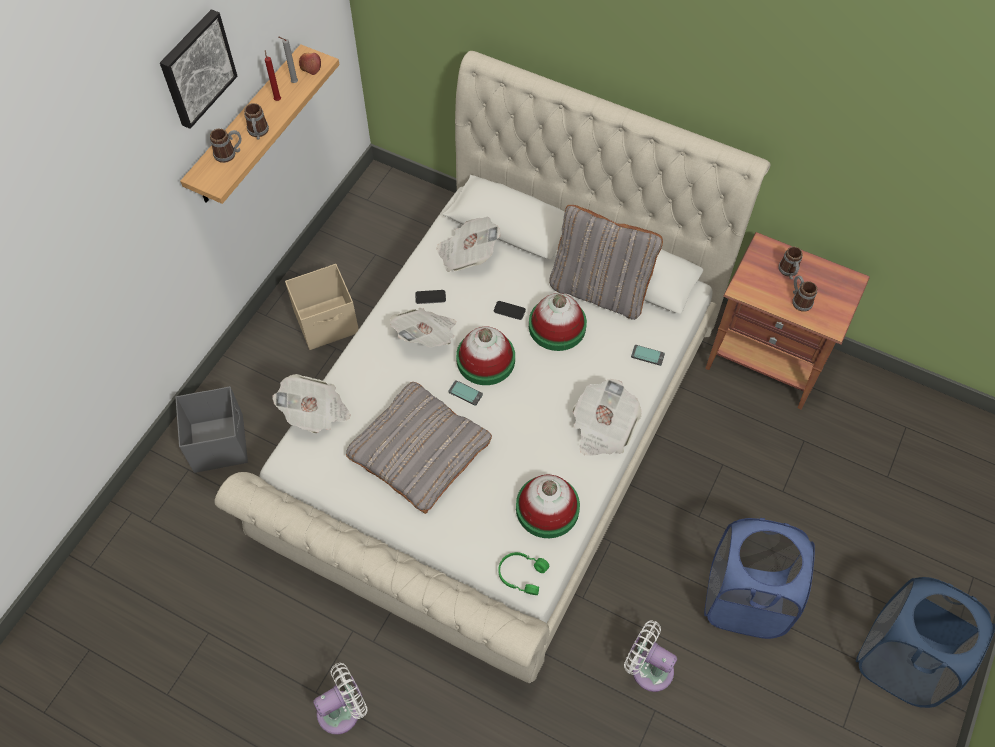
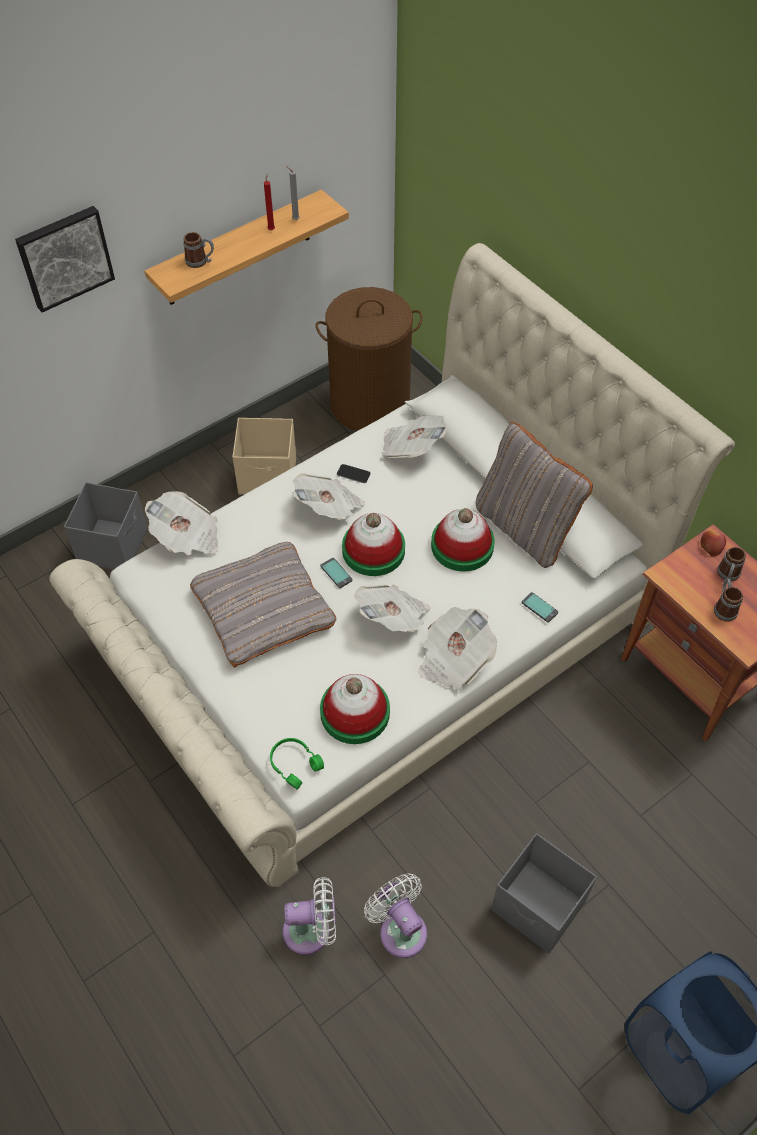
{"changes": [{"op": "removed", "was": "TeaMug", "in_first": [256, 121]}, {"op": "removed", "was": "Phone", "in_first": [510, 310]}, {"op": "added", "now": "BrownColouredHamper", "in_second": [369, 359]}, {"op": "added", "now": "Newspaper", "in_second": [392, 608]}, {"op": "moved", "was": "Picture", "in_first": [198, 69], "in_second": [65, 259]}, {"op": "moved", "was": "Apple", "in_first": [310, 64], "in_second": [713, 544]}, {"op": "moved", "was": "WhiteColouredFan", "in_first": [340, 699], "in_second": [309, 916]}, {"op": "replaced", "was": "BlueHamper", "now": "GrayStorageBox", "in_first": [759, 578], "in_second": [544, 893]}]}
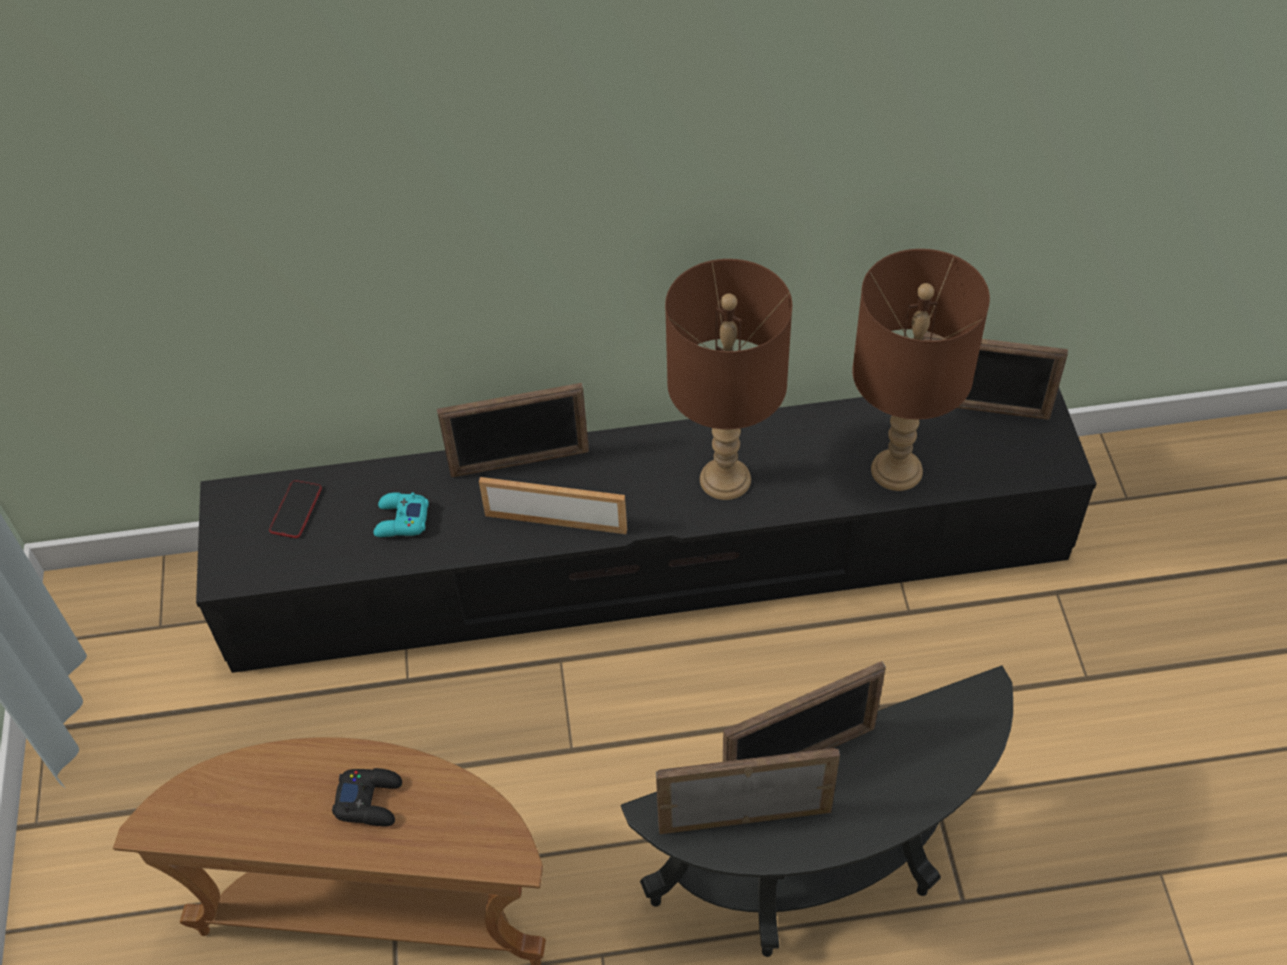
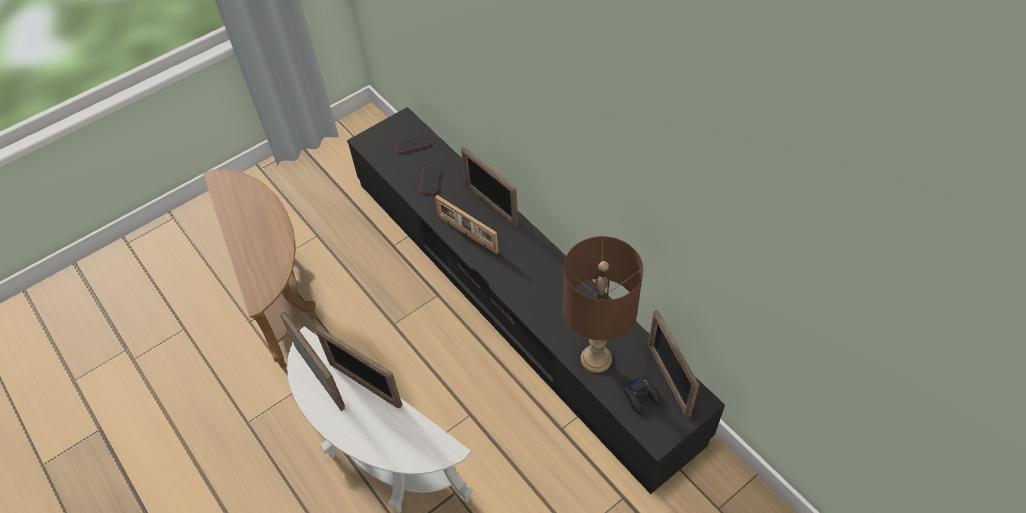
{"changes": [{"op": "removed", "was": "BrownColouredLampForATable", "in_first": [728, 379]}, {"op": "moved", "was": "BlackishGamepad", "in_first": [367, 797], "in_second": [642, 395]}, {"op": "replaced", "was": "BlueGreenGamepad", "now": "Phone", "in_first": [401, 514], "in_second": [430, 180]}, {"op": "recoloured", "was": "BlackishEndTable", "now": "WhiteColouredEndTable", "in_first": [817, 811], "in_second": [380, 419]}, {"op": "turned", "was": "PhotoFrame", "in_first": [553, 505], "in_second": [467, 224], "clockwise": 150}]}
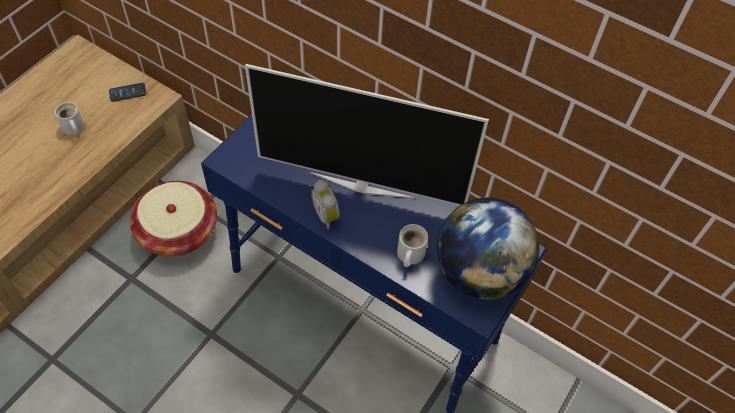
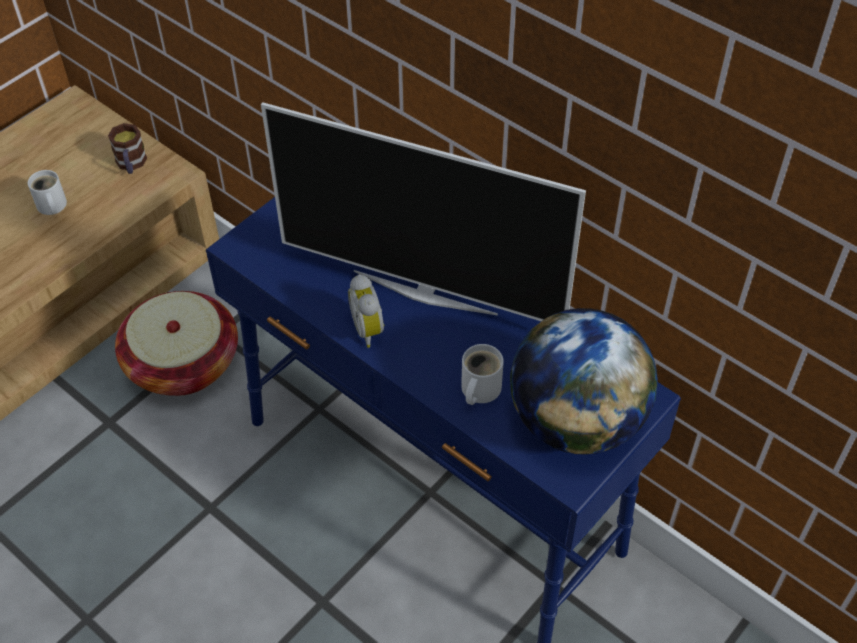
{"changes": [{"op": "replaced", "was": "Phone", "now": "TeaMug", "in_first": [127, 92], "in_second": [127, 148]}]}
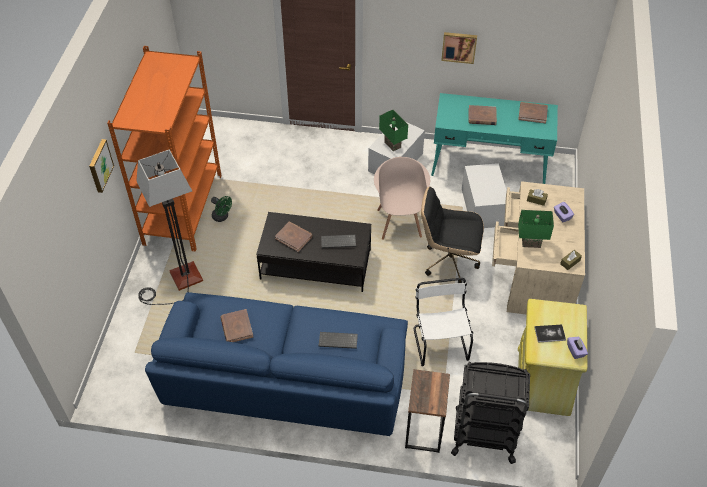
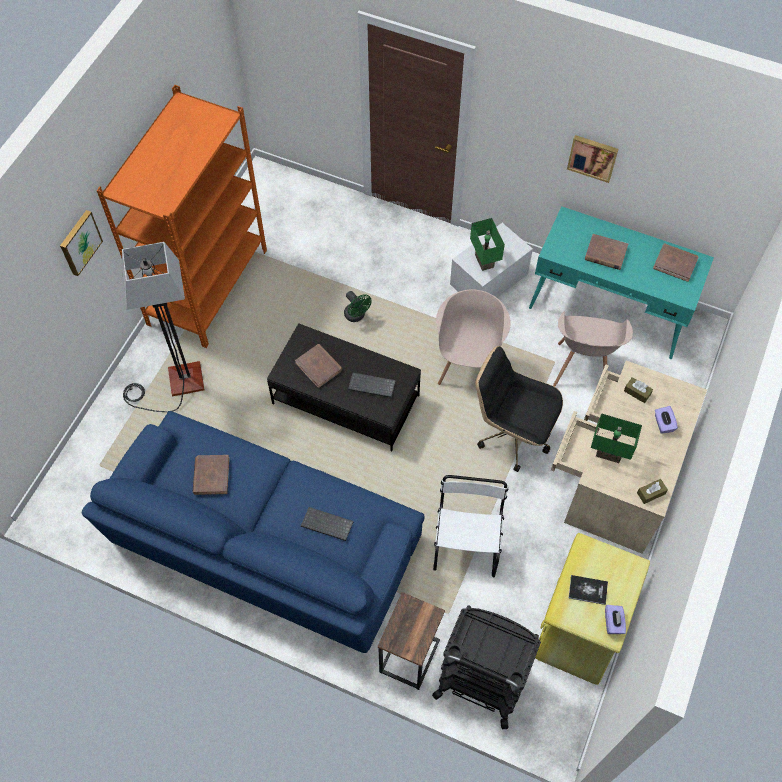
{"changes": [{"op": "moved", "was": "GreenishFan", "in_first": [221, 209], "in_second": [358, 306]}, {"op": "replaced", "was": "WhiteColouredStorageBox", "now": "BeigeChair", "in_first": [484, 195], "in_second": [593, 349]}]}
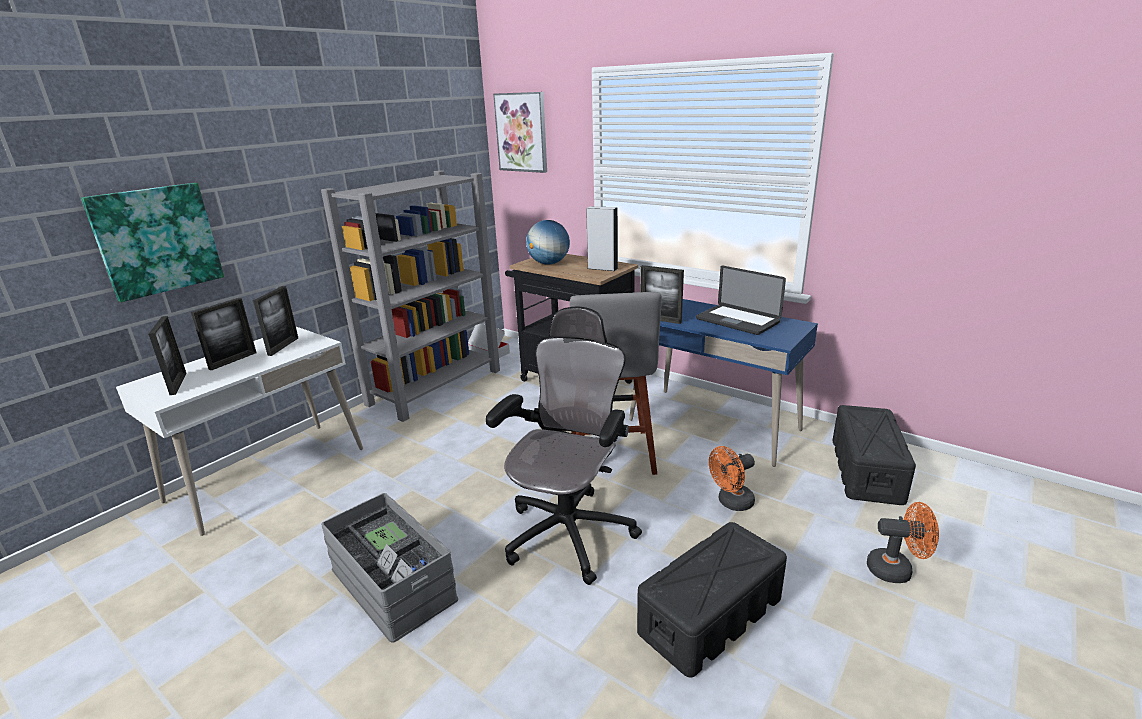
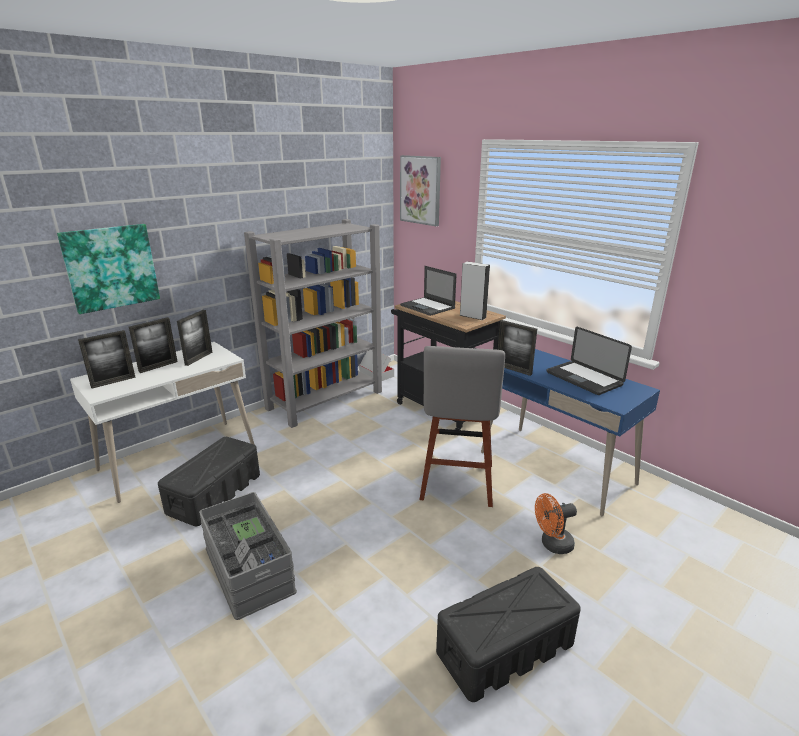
{"changes": [{"op": "removed", "was": "DeskChair", "in_first": [564, 446]}, {"op": "removed", "was": "OrangeFan", "in_first": [903, 542]}, {"op": "moved", "was": "BlackishStorageBox", "in_first": [874, 455], "in_second": [209, 481]}, {"op": "replaced", "was": "DeskGlobe", "now": "NotebookComputer", "in_first": [548, 242], "in_second": [428, 291]}, {"op": "turned", "was": "PhotoFrame", "in_first": [167, 355], "in_second": [107, 359], "clockwise": 60}]}
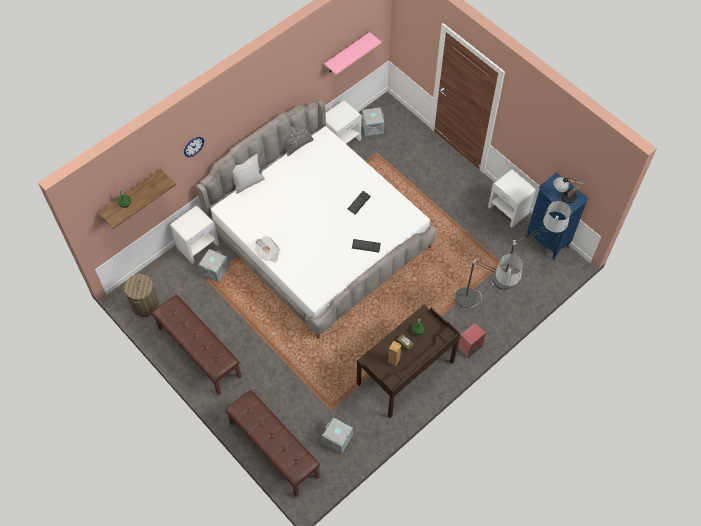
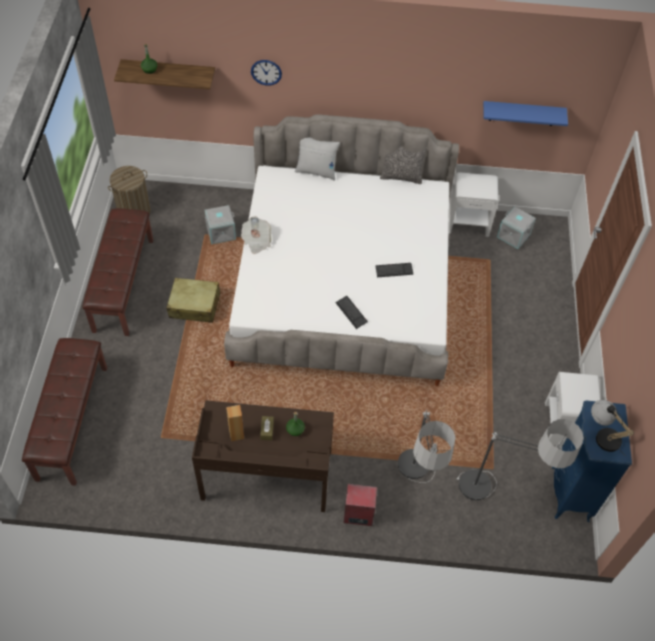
{"changes": [{"op": "removed", "was": "WhiteColouredNightstand", "in_first": [194, 235]}, {"op": "removed", "was": "GrayStorageBox", "in_first": [337, 435]}, {"op": "added", "now": "BeigeTravelCase", "in_second": [193, 300]}, {"op": "recoloured", "was": "PinkColouredWallShelf", "now": "BlueWallShelf", "in_first": [352, 53], "in_second": [525, 113]}]}
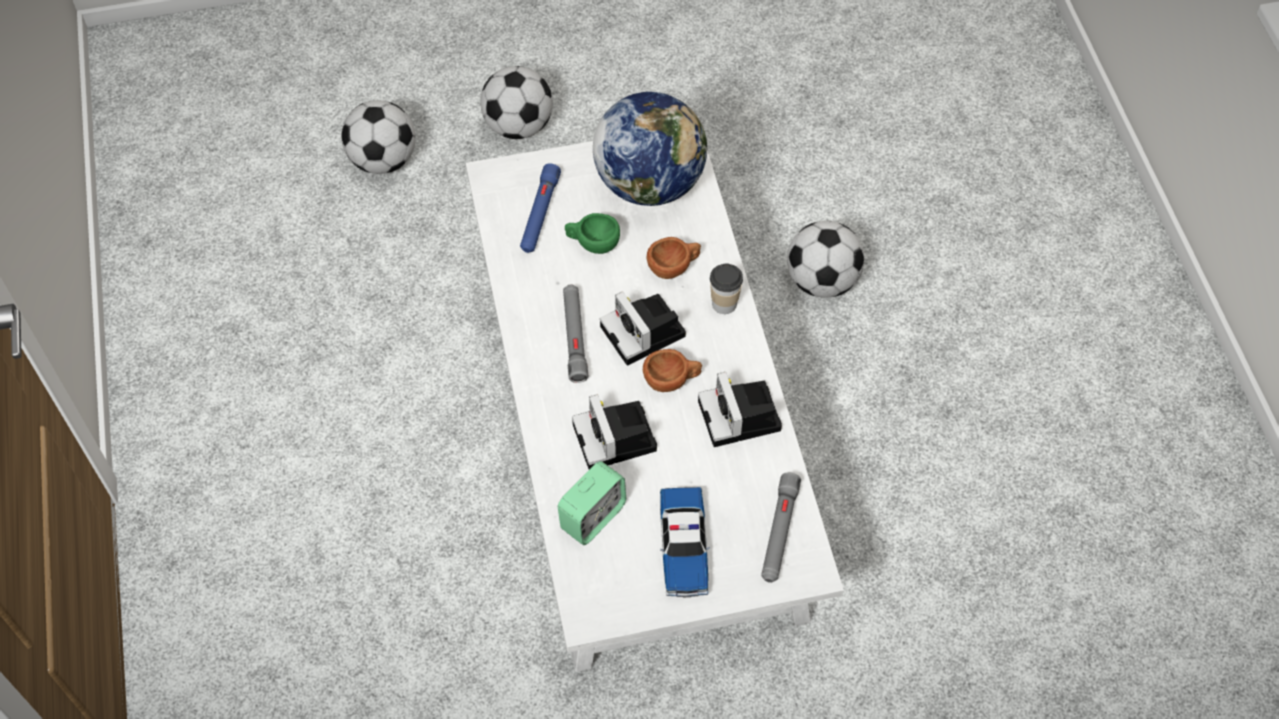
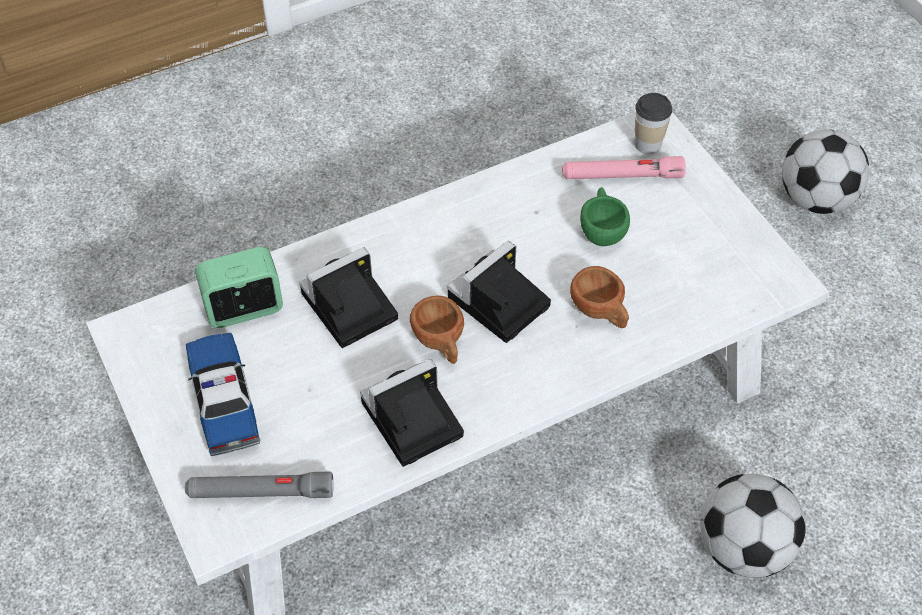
{"changes": [{"op": "removed", "was": "FootballBall", "in_first": [378, 137]}, {"op": "removed", "was": "GrayFlashlight", "in_first": [575, 333]}, {"op": "removed", "was": "DeskGlobe", "in_first": [650, 149]}, {"op": "moved", "was": "DrinkingCup", "in_first": [726, 288], "in_second": [653, 123]}, {"op": "recoloured", "was": "BlueFlashlight", "now": "PinkColouredFlashlight", "in_first": [540, 208], "in_second": [624, 167]}, {"op": "turned", "was": "BedsideClock", "in_first": [592, 503], "in_second": [239, 287], "clockwise": 135}, {"op": "turned", "was": "ModelCar", "in_first": [685, 542], "in_second": [223, 394], "clockwise": 90}]}
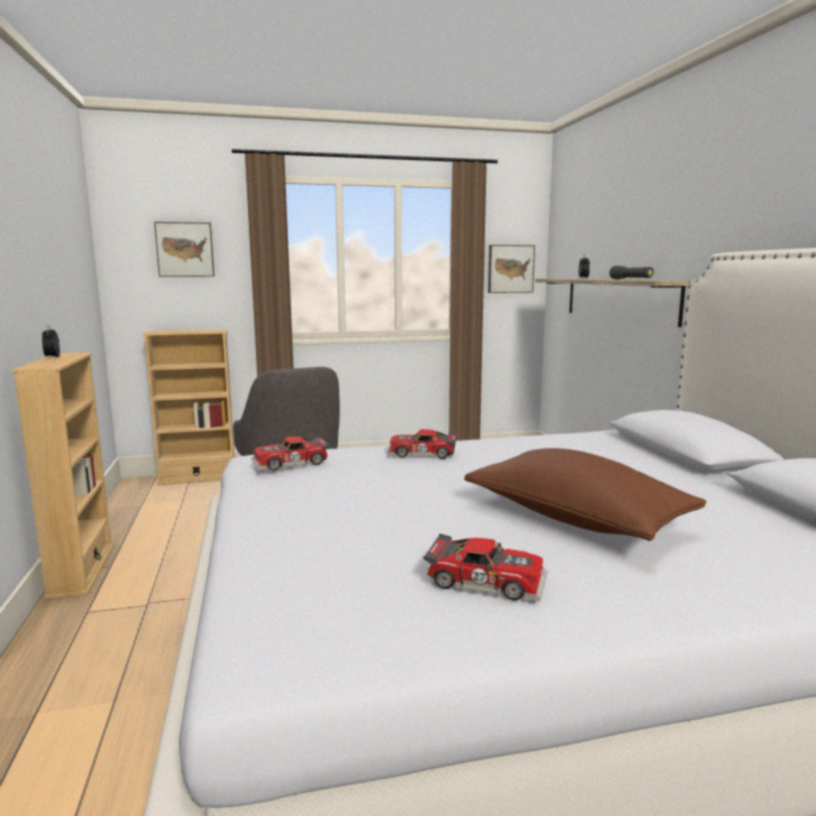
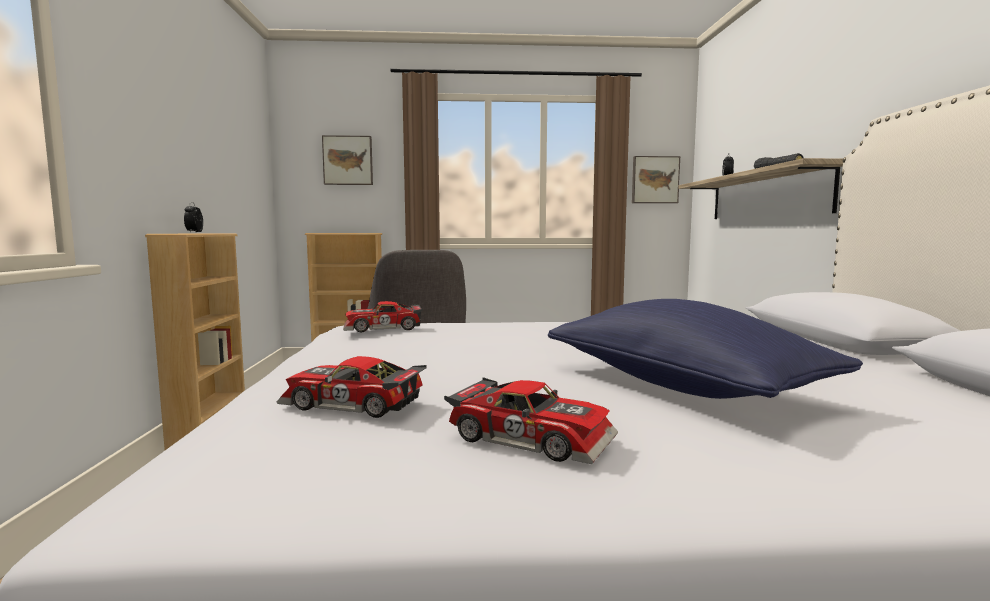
{"changes": [{"op": "moved", "was": "ModelCar", "in_first": [422, 444], "in_second": [351, 387]}, {"op": "recoloured", "was": "BrownColouredCushion", "now": "BlueCushion", "in_first": [585, 494], "in_second": [705, 349]}]}
